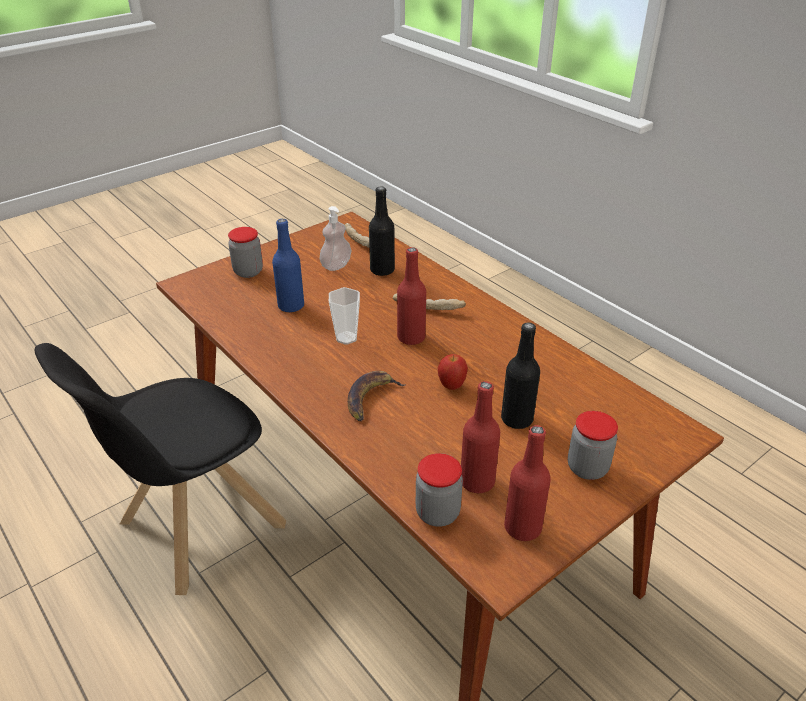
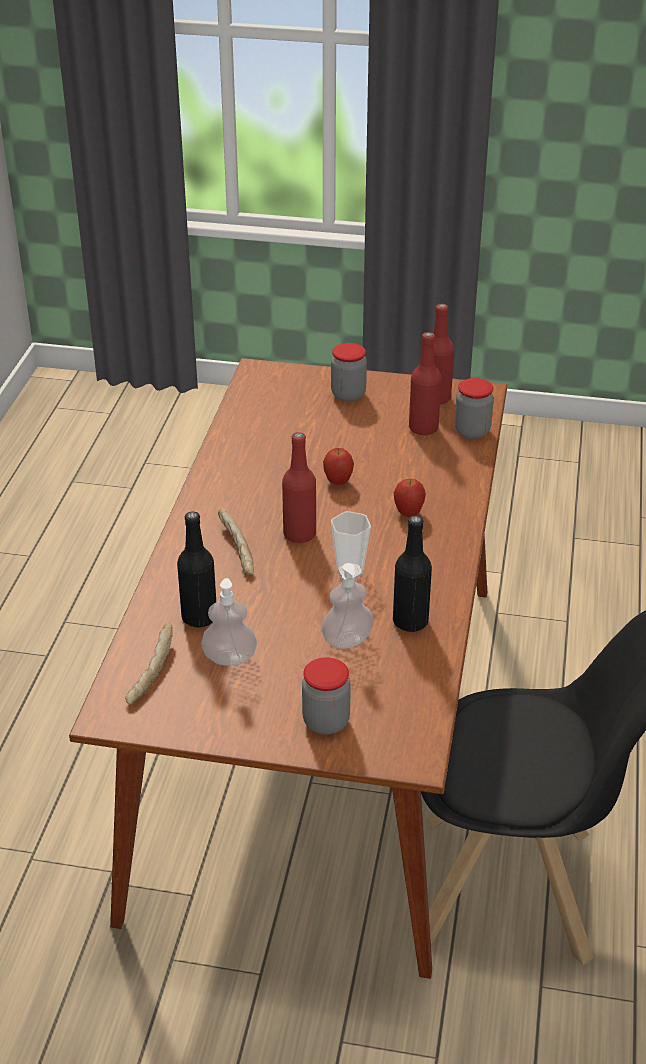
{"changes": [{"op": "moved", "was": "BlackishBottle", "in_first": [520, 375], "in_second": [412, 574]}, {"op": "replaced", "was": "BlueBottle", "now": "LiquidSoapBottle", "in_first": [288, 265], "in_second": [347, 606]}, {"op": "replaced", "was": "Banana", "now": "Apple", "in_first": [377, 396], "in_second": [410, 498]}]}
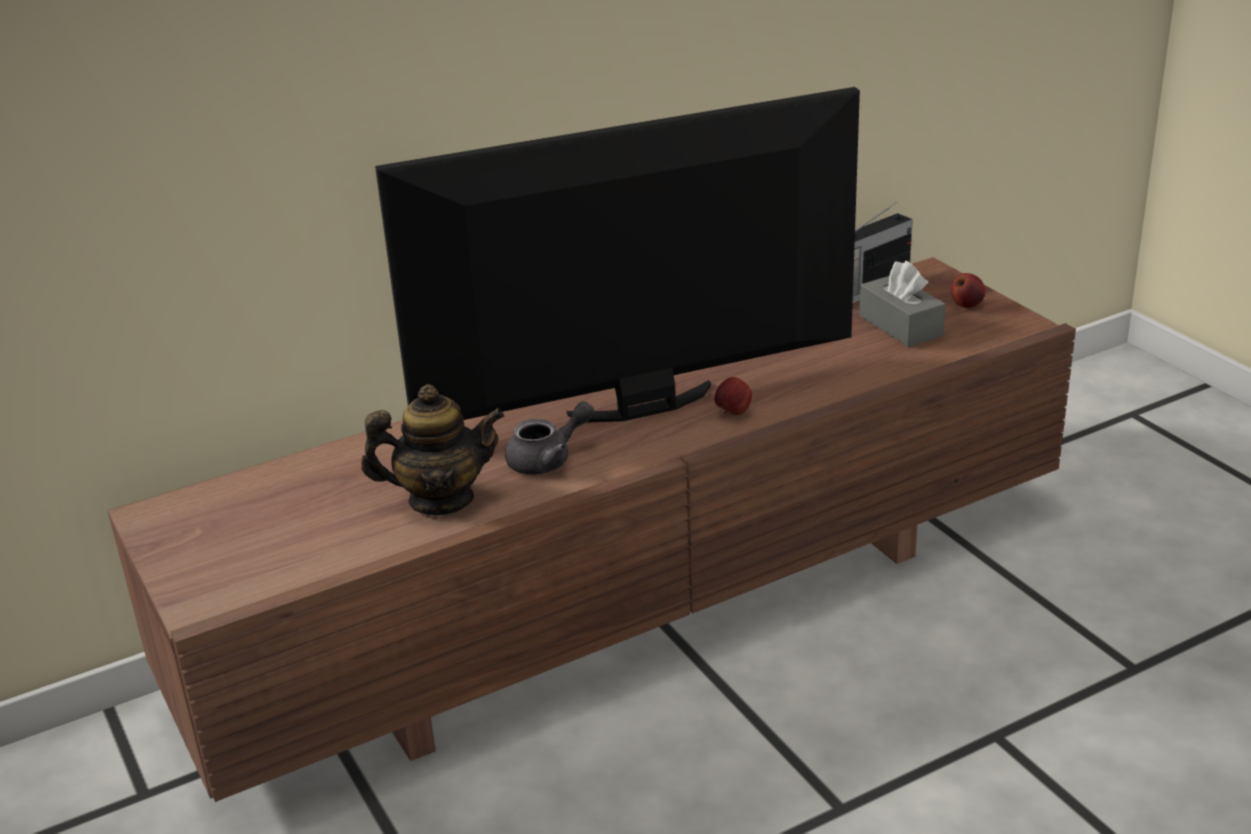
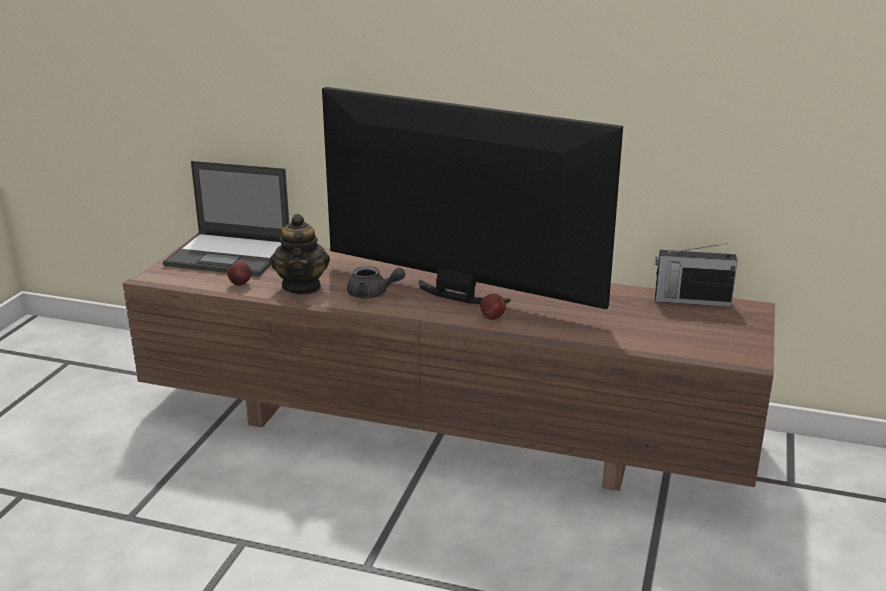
{"changes": [{"op": "removed", "was": "GrayBoxOfTissues", "in_first": [902, 304]}, {"op": "added", "now": "NotebookComputer", "in_second": [226, 218]}, {"op": "moved", "was": "Apple", "in_first": [968, 290], "in_second": [239, 273]}, {"op": "turned", "was": "Teapot", "in_first": [432, 450], "in_second": [300, 254], "clockwise": 45}]}
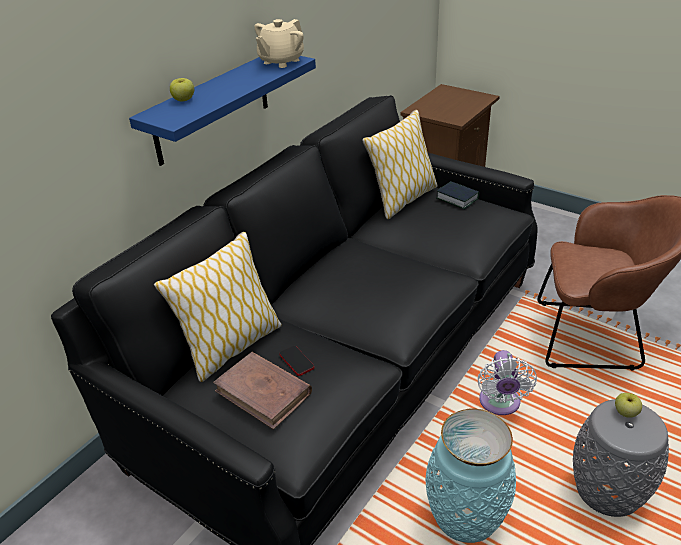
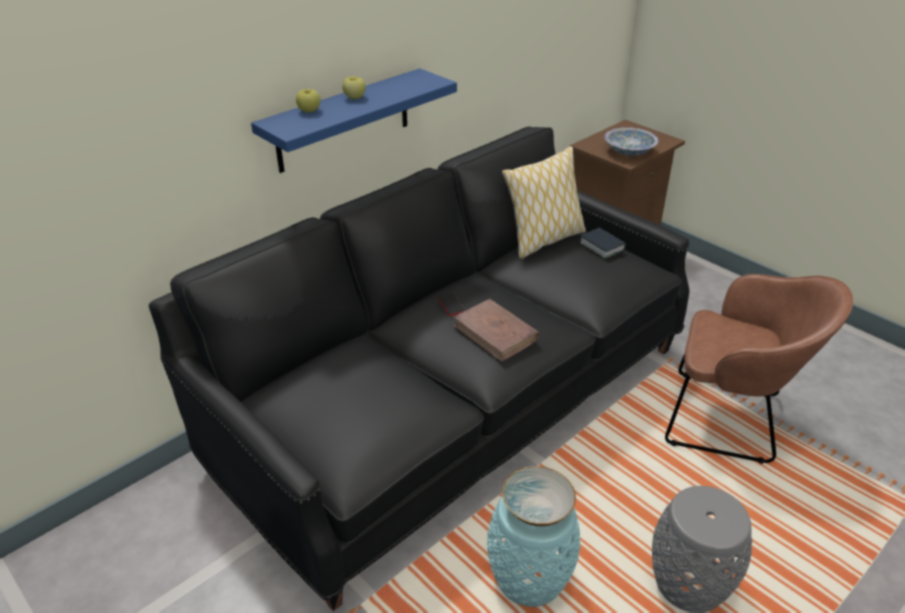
{"changes": [{"op": "removed", "was": "Cushion", "in_first": [218, 307]}, {"op": "removed", "was": "BeigeTeapot", "in_first": [279, 43]}, {"op": "removed", "was": "WhiteColouredFan", "in_first": [507, 382]}, {"op": "added", "now": "Bowl", "in_second": [631, 141]}, {"op": "moved", "was": "BrownColouredBook", "in_first": [262, 391], "in_second": [496, 330]}, {"op": "moved", "was": "Phone", "in_first": [296, 361], "in_second": [451, 304]}, {"op": "moved", "was": "Apple", "in_first": [628, 405], "in_second": [354, 87]}]}
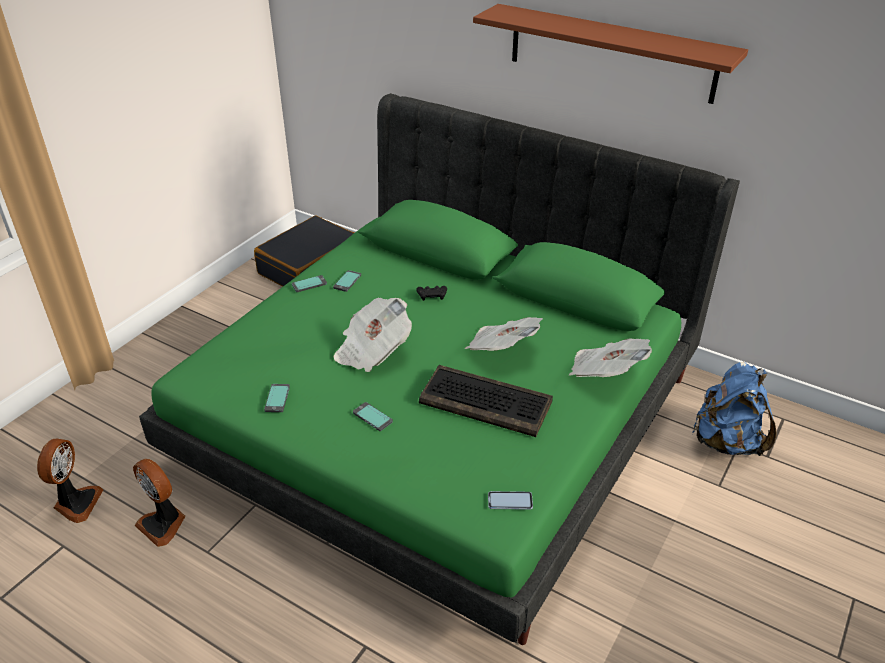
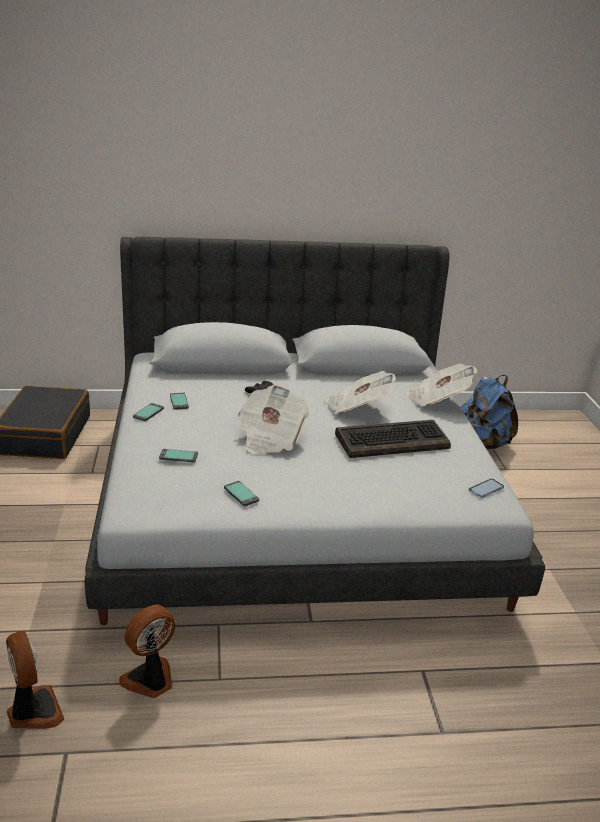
{"changes": [{"op": "removed", "was": "BrownColouredWallShelf", "in_first": [610, 54]}, {"op": "moved", "was": "Phone", "in_first": [373, 416], "in_second": [178, 455]}, {"op": "recoloured", "was": "GreenishSleepingBed", "now": "GraySleepingBed", "in_first": [439, 369], "in_second": [315, 431]}, {"op": "turned", "was": "Fan", "in_first": [159, 503], "in_second": [147, 651], "clockwise": 135}]}
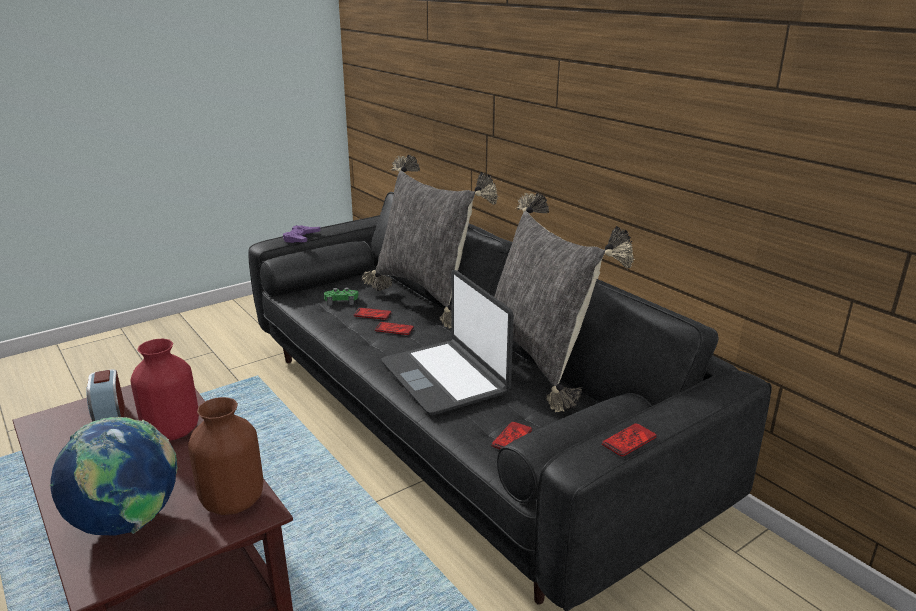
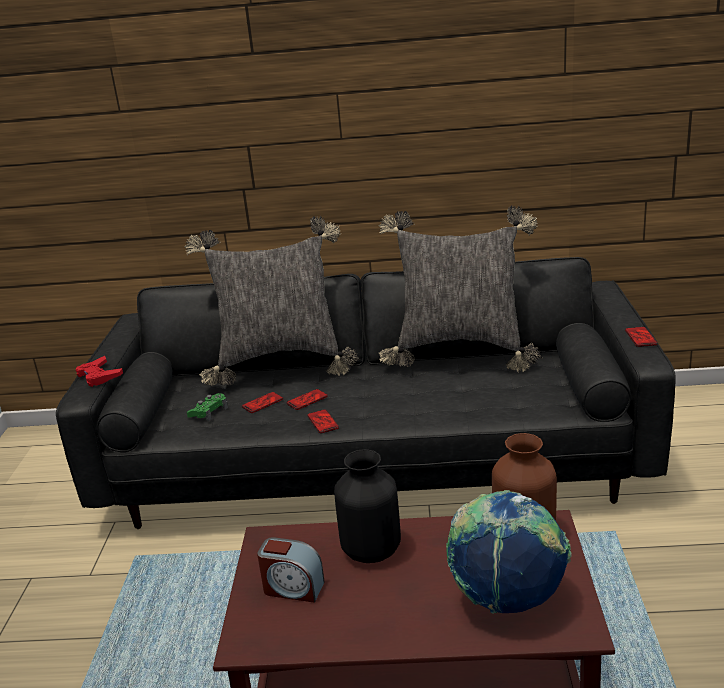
{"changes": [{"op": "removed", "was": "NotebookComputer", "in_first": [448, 342]}, {"op": "moved", "was": "Phone", "in_first": [511, 435], "in_second": [323, 421]}, {"op": "recoloured", "was": "ReddishFlowerVase", "now": "BlackishFlowerVase", "in_first": [165, 390], "in_second": [367, 506]}, {"op": "recoloured", "was": "PurpleColouredGamepad", "now": "ReddishGamepad", "in_first": [302, 234], "in_second": [99, 371]}]}
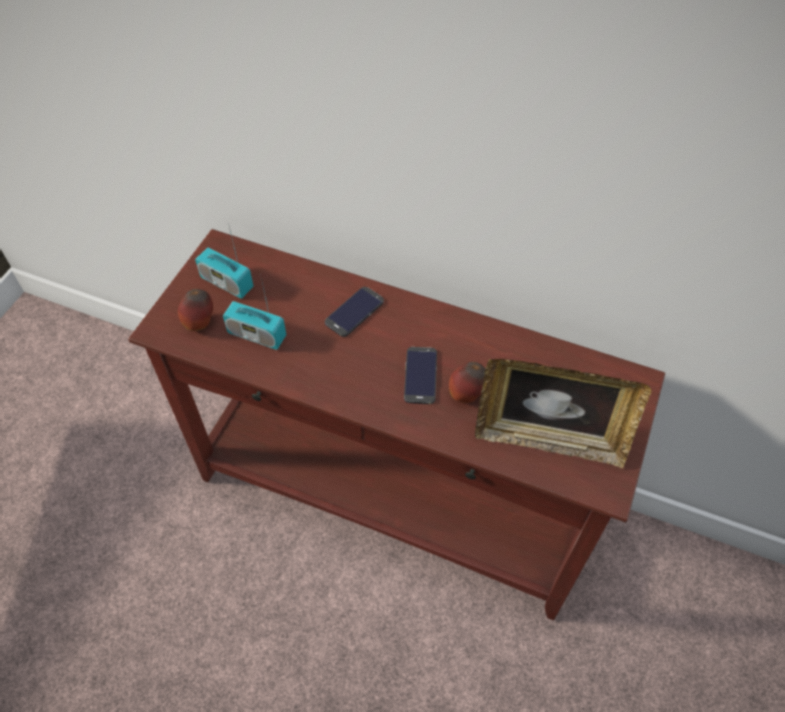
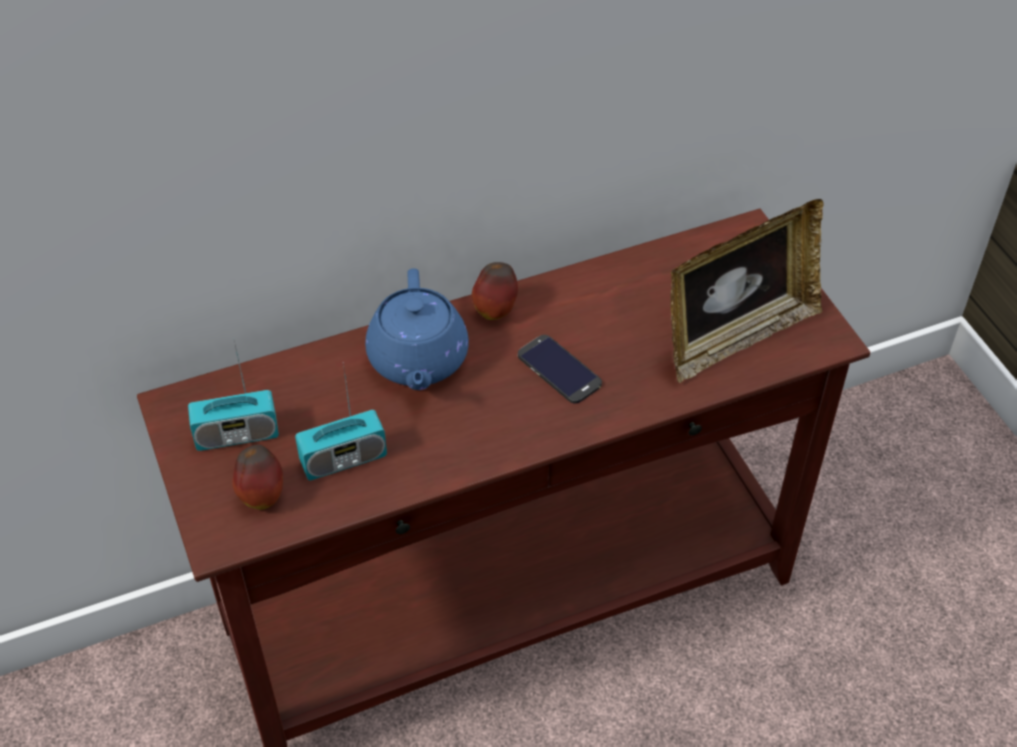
{"changes": [{"op": "moved", "was": "Apple", "in_first": [467, 382], "in_second": [495, 291]}, {"op": "replaced", "was": "Phone", "now": "BlueTeapot", "in_first": [354, 312], "in_second": [417, 329]}]}
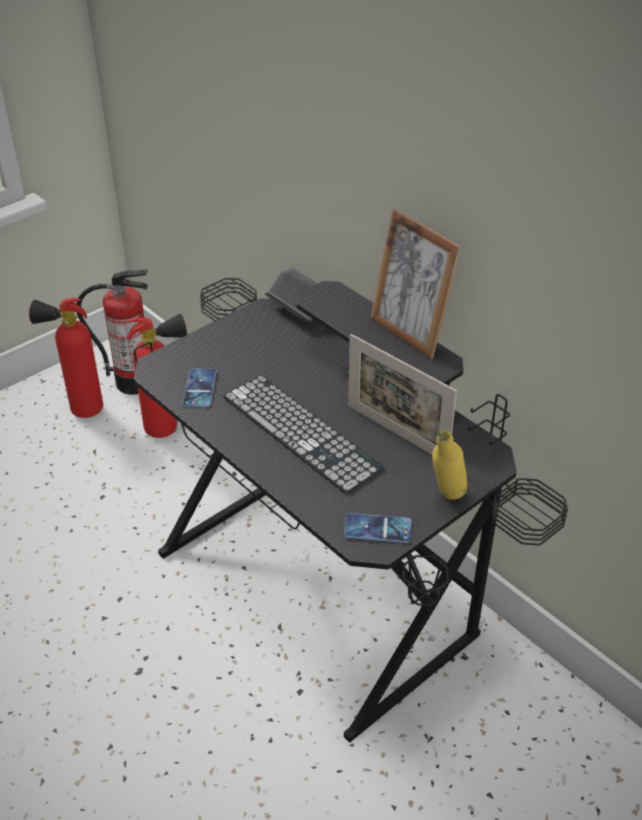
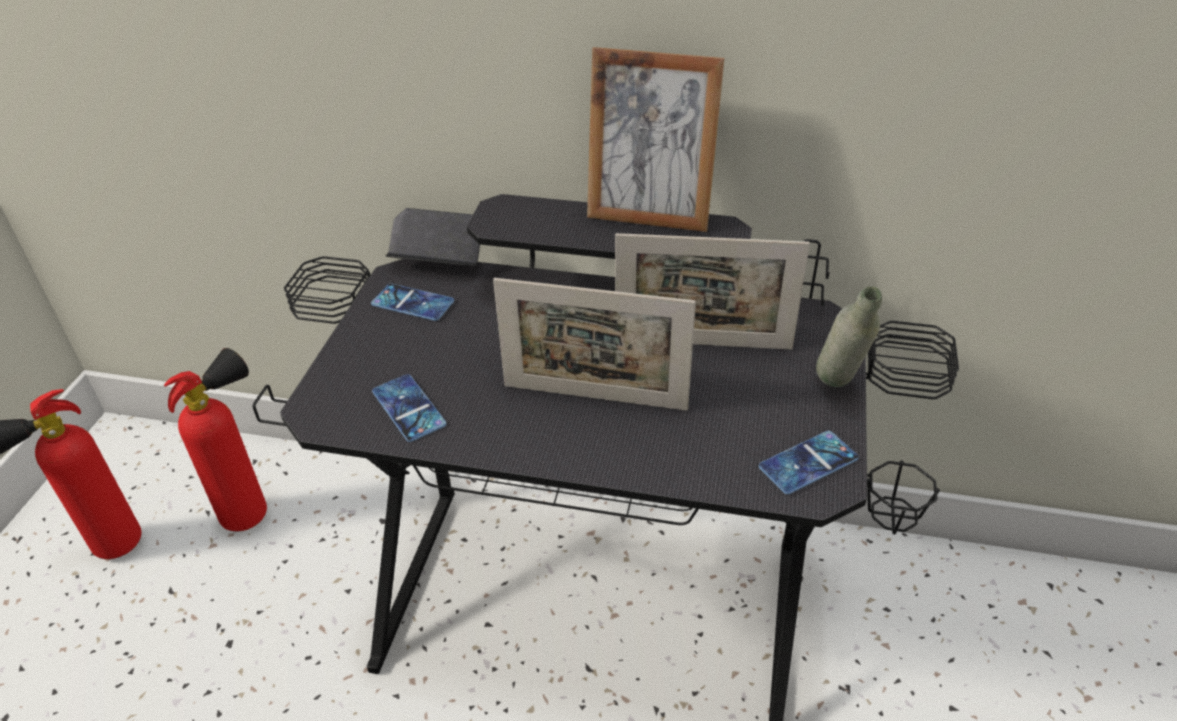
{"changes": [{"op": "removed", "was": "FireFightingCylinder", "in_first": [112, 332]}, {"op": "added", "now": "Phone", "in_second": [412, 302]}, {"op": "replaced", "was": "PcKeyboard", "now": "PhotoFrame", "in_first": [303, 434], "in_second": [594, 344]}, {"op": "recoloured", "was": "YellowColouredBottle", "now": "GrayBottle", "in_first": [449, 465], "in_second": [849, 336]}]}
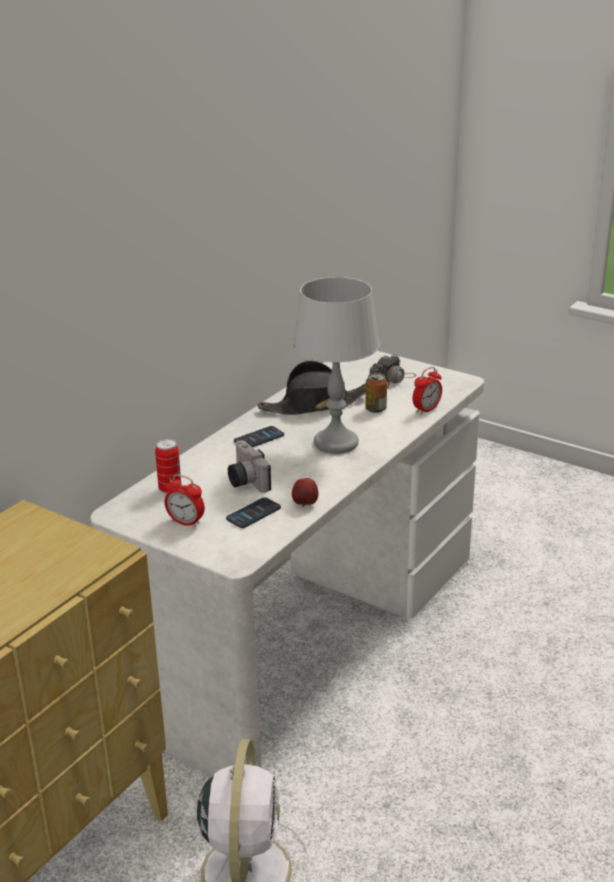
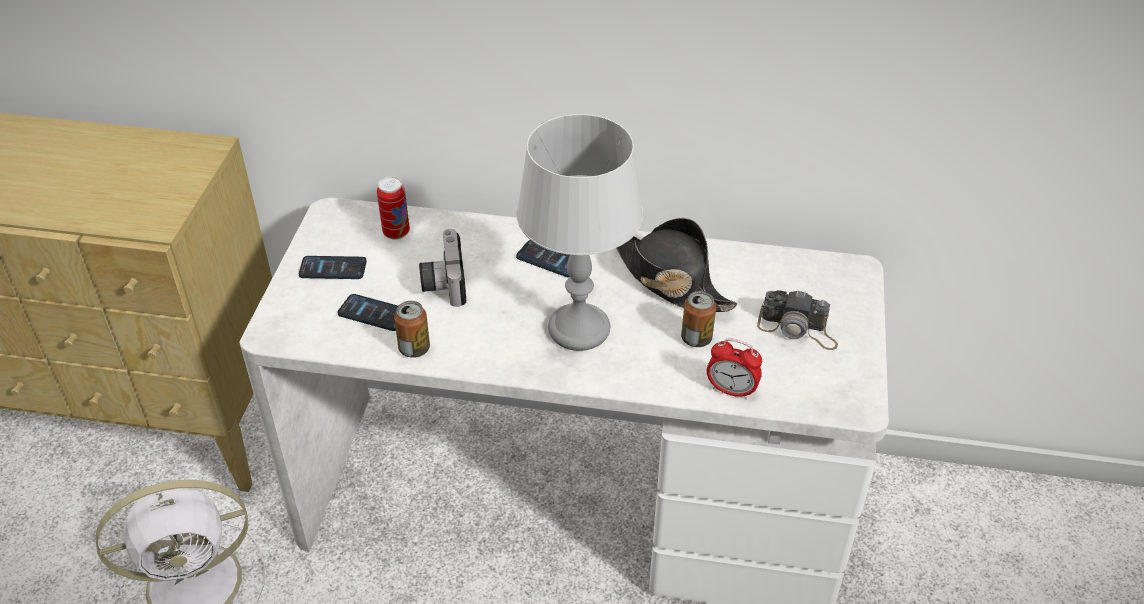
{"changes": [{"op": "replaced", "was": "BedsideClock", "now": "Phone", "in_first": [185, 501], "in_second": [333, 267]}, {"op": "replaced", "was": "Apple", "now": "Can", "in_first": [305, 492], "in_second": [412, 329]}, {"op": "turned", "was": "PhotoCamera", "in_first": [249, 466], "in_second": [442, 268], "clockwise": -45}]}
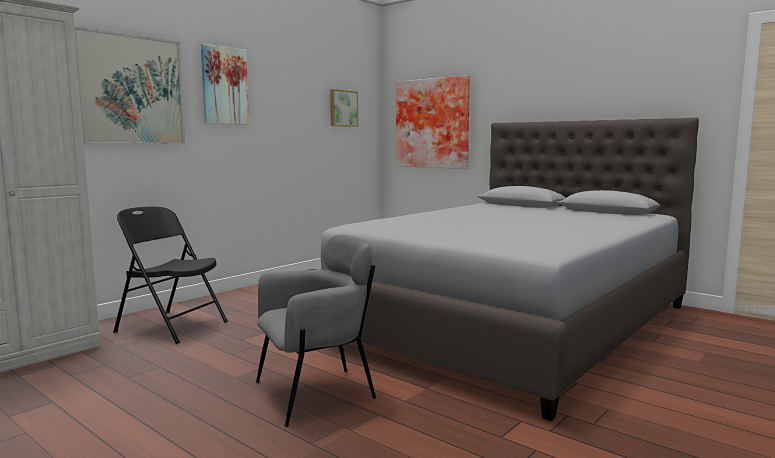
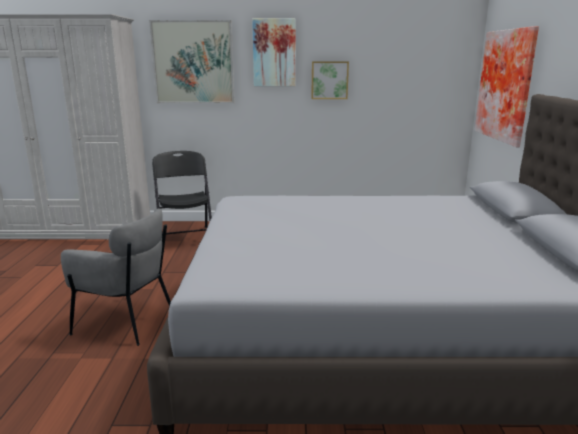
{"changes": [{"op": "moved", "was": "Picture", "in_first": [344, 108], "in_second": [330, 80]}]}
